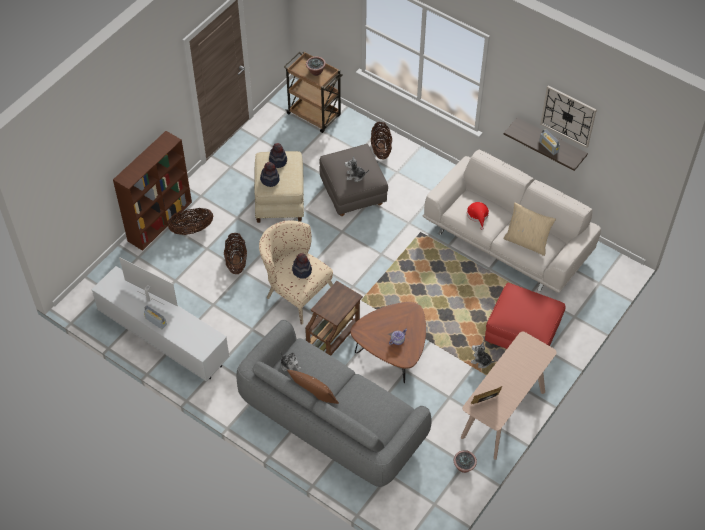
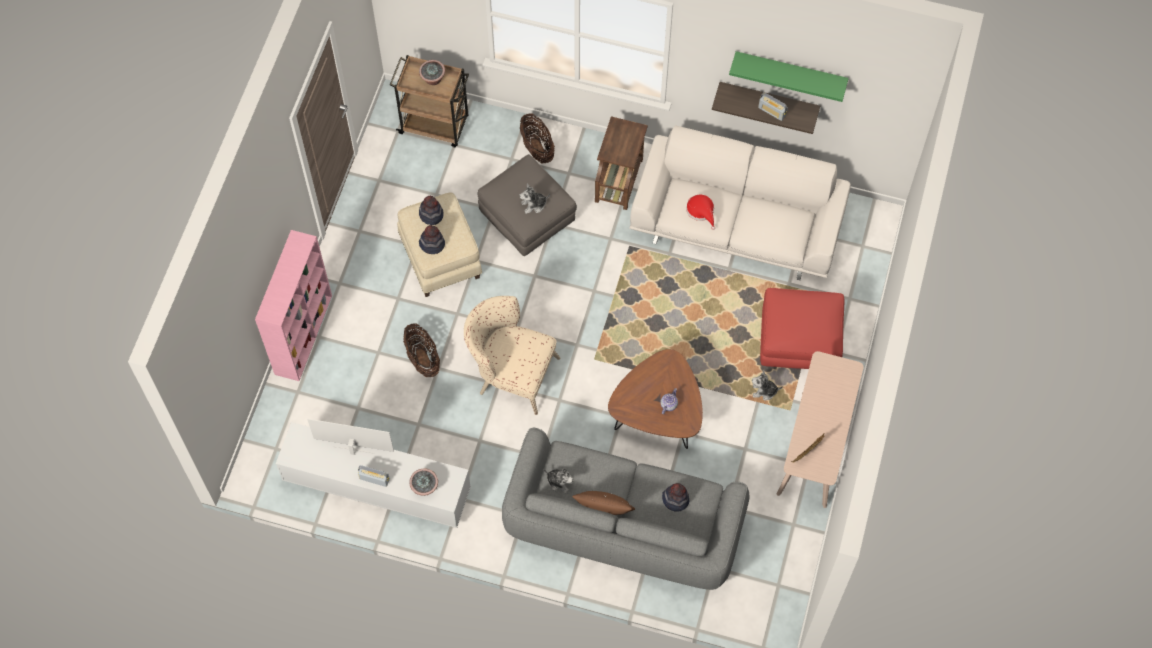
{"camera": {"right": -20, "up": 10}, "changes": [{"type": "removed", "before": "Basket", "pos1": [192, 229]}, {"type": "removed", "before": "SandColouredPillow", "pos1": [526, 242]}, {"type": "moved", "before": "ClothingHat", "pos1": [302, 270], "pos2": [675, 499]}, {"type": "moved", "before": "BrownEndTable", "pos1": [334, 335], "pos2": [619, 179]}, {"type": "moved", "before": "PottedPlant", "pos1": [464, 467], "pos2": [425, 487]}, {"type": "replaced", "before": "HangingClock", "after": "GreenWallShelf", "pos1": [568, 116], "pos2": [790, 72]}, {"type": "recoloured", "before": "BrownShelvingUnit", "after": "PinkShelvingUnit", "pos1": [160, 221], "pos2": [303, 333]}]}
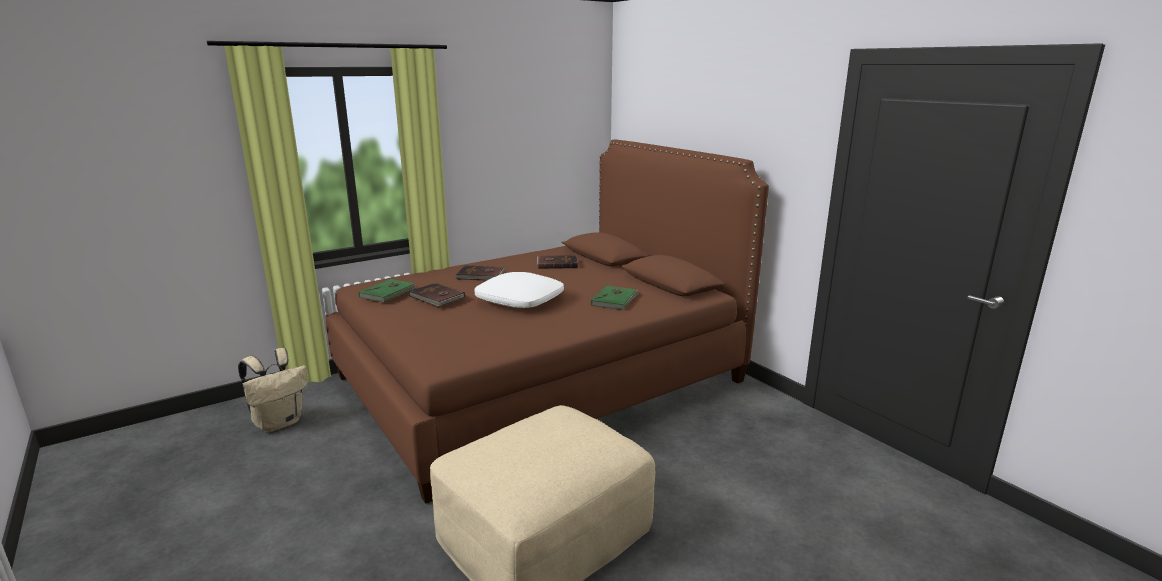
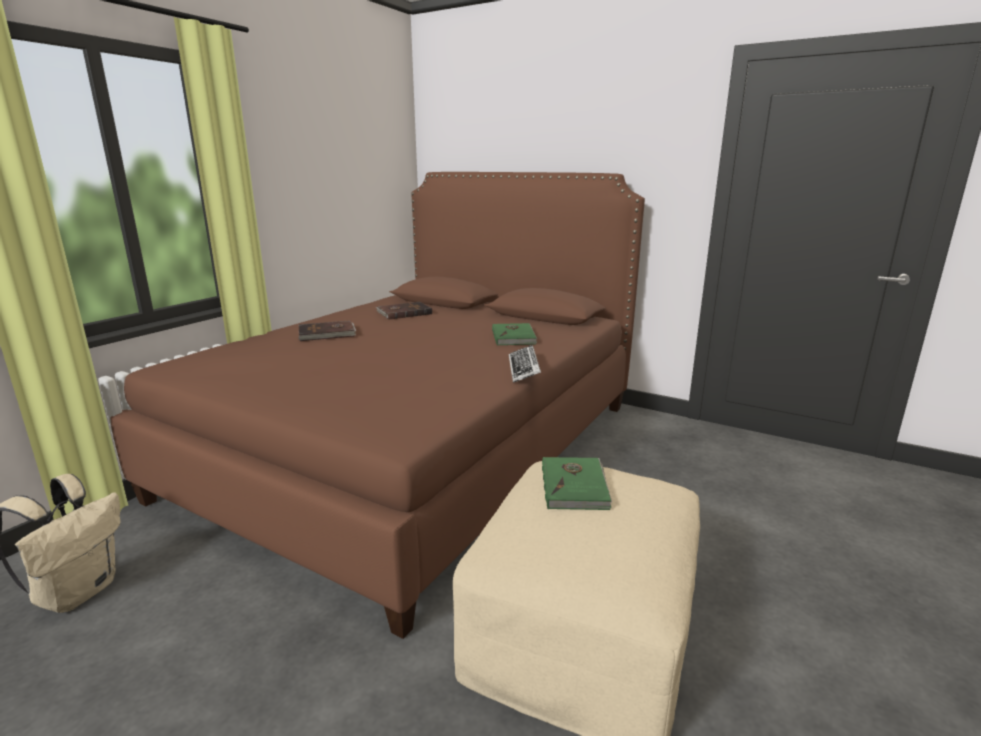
{"camera": {"right": -25, "up": 0}, "changes": [{"type": "removed", "before": "BrownBook", "pos1": [436, 297]}, {"type": "removed", "before": "WhitishPillow", "pos1": [520, 300]}, {"type": "added", "after": "ComputerKeyboard", "pos2": [524, 368]}, {"type": "moved", "before": "GreenBook", "pos1": [388, 293], "pos2": [575, 486]}]}
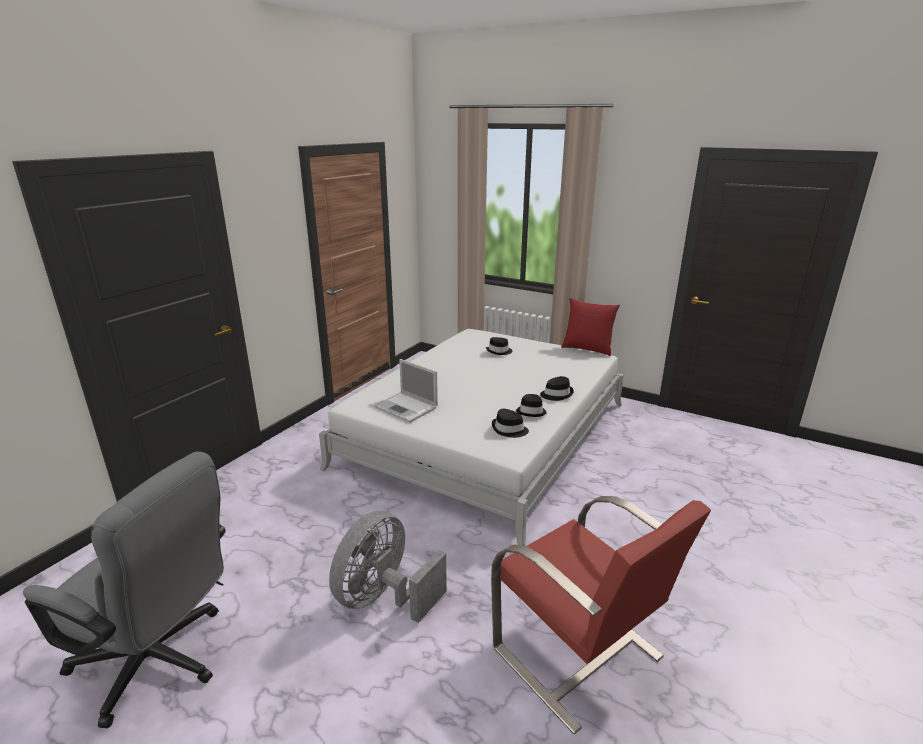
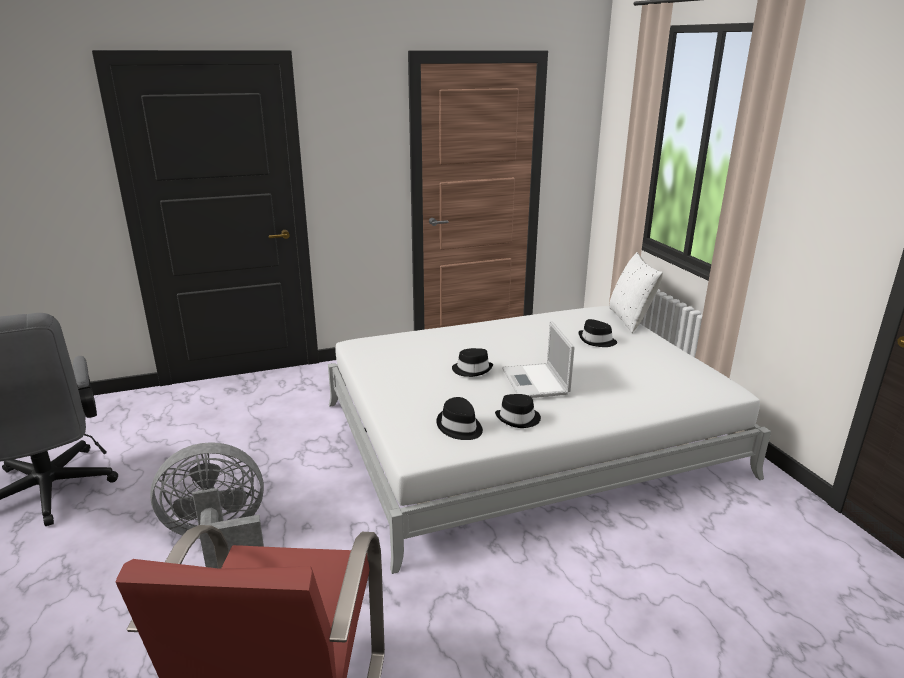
{"camera": {"right": 40, "up": 0}, "changes": [{"type": "removed", "before": "RedColouredPillow", "pos1": [587, 349]}, {"type": "added", "after": "WhitishPillow", "pos2": [630, 320]}, {"type": "moved", "before": "Laptop", "pos1": [407, 407], "pos2": [536, 382]}, {"type": "moved", "before": "BlackishClothingHat", "pos1": [556, 394], "pos2": [472, 369]}]}
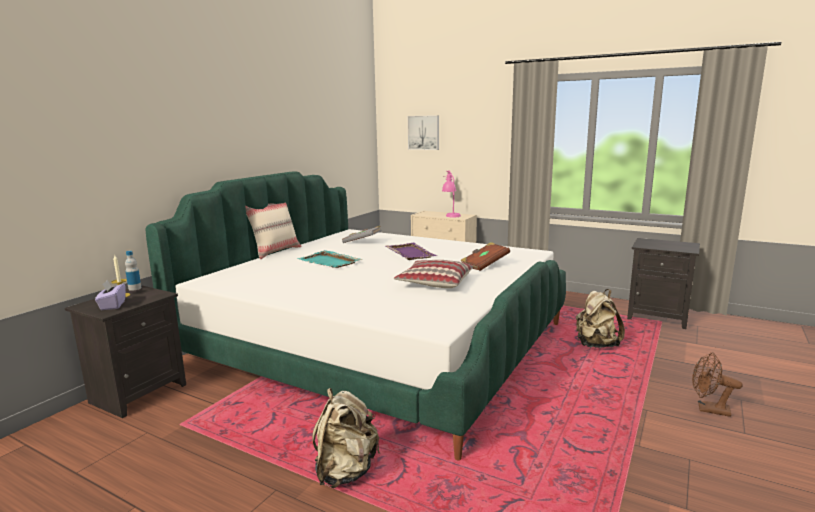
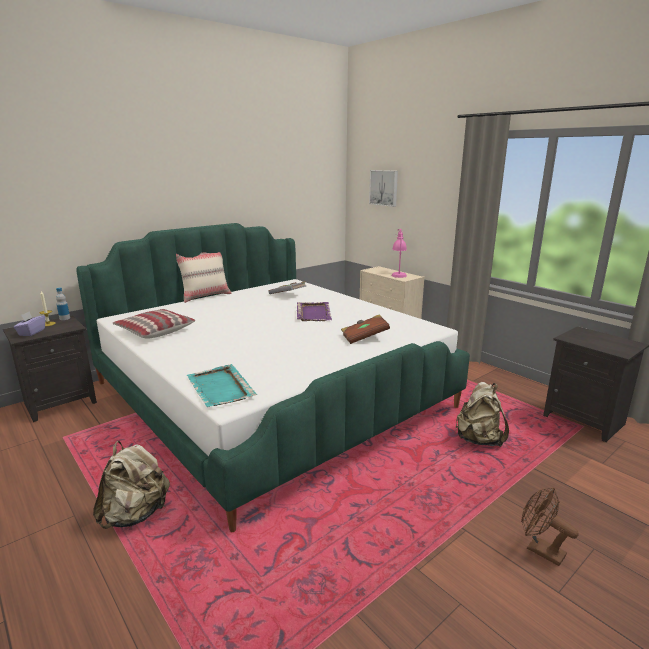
{"camera": {"right": 20, "up": 5}, "changes": [{"type": "moved", "before": "TurquoiseTray", "pos1": [330, 262], "pos2": [220, 388]}, {"type": "moved", "before": "Pillow", "pos1": [434, 282], "pos2": [155, 331]}]}
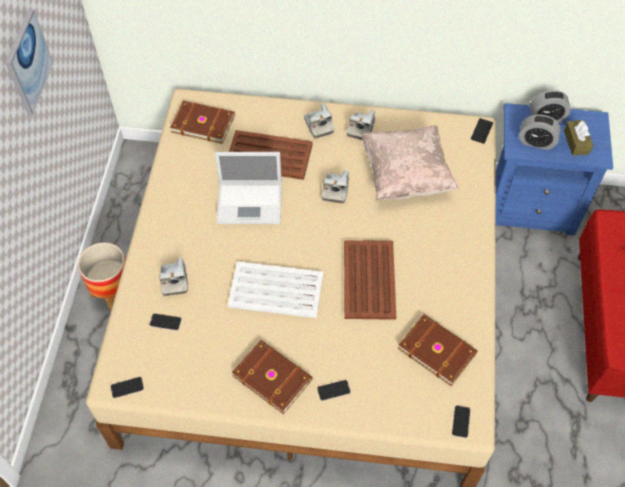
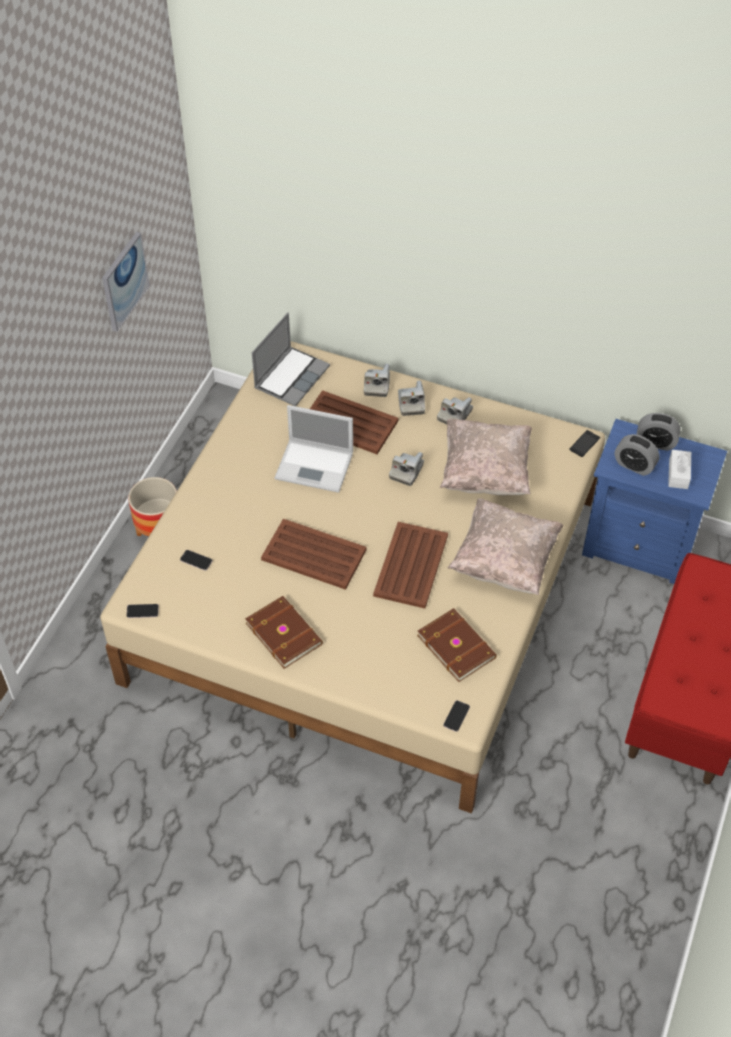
{"camera": {"right": 15, "up": -5}, "changes": [{"type": "removed", "before": "Phone", "pos1": [333, 390]}, {"type": "added", "after": "SandColouredPillow", "pos2": [504, 561]}, {"type": "moved", "before": "PhotoCamera", "pos1": [174, 280], "pos2": [377, 385]}, {"type": "replaced", "before": "BrownBook", "after": "Laptop", "pos1": [203, 123], "pos2": [291, 377]}, {"type": "recoloured", "before": "WhitishTray", "after": "BrownTray", "pos1": [277, 290], "pos2": [314, 555]}, {"type": "recoloured", "before": "BrownTissueHolder", "after": "WhitishTissueHolder", "pos1": [576, 142], "pos2": [678, 474]}]}
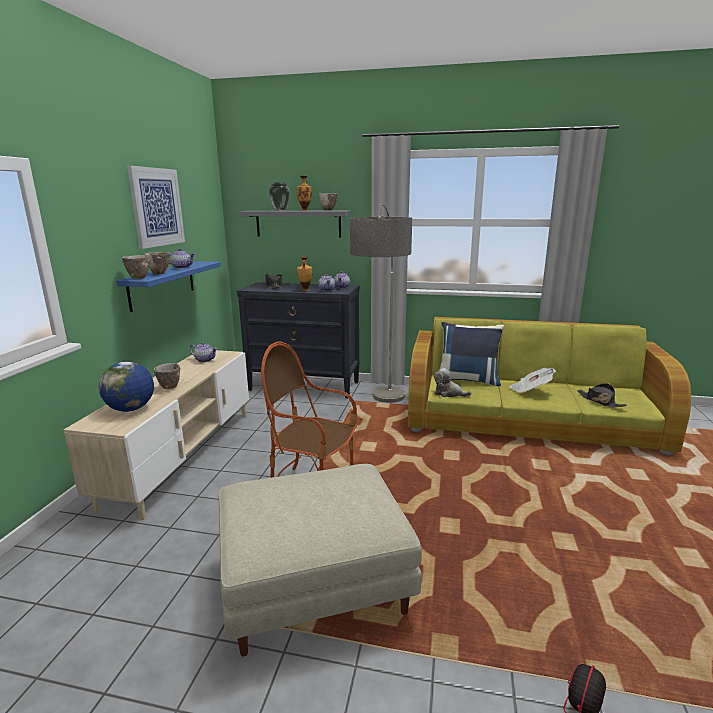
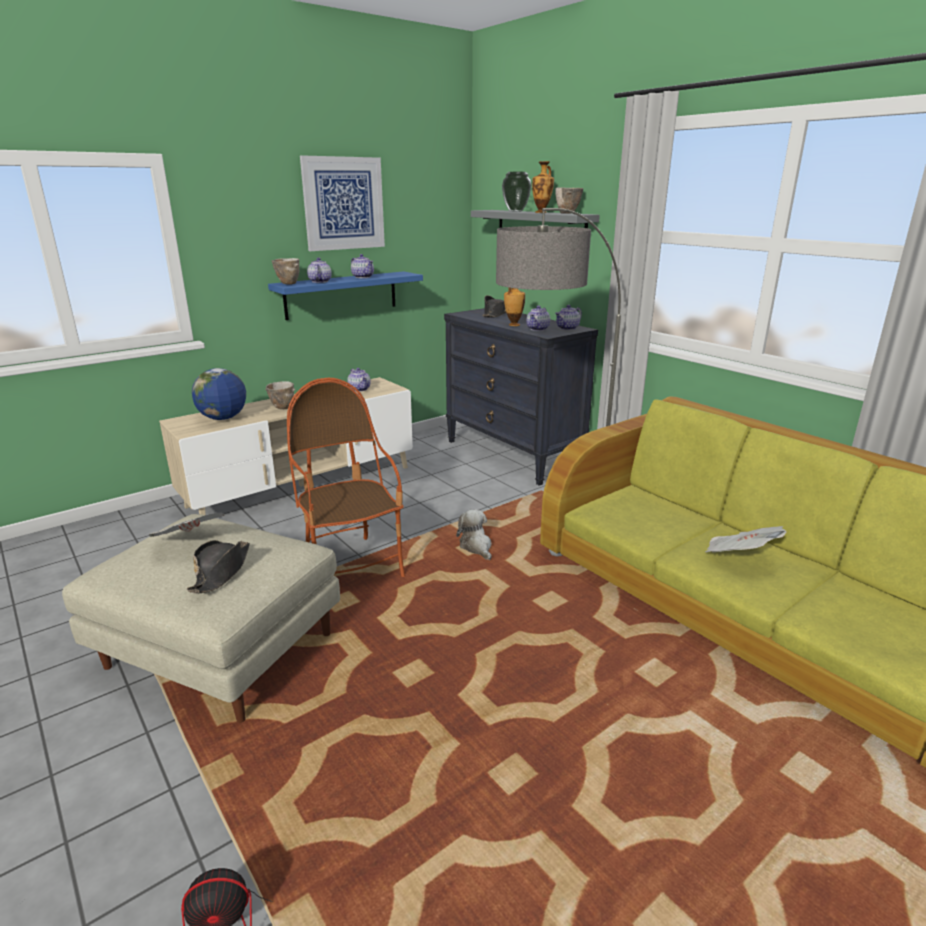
{"camera": {"right": 40, "up": 5}, "changes": [{"type": "removed", "before": "BlueColouredPillow", "pos1": [468, 379]}, {"type": "added", "after": "PrintedPaper", "pos2": [190, 542]}, {"type": "moved", "before": "SoftToy", "pos1": [449, 393], "pos2": [476, 547]}, {"type": "moved", "before": "BlackishClothingHat", "pos1": [599, 401], "pos2": [221, 572]}, {"type": "replaced", "before": "Bowl", "after": "PotForTea", "pos1": [159, 274], "pos2": [319, 281]}]}
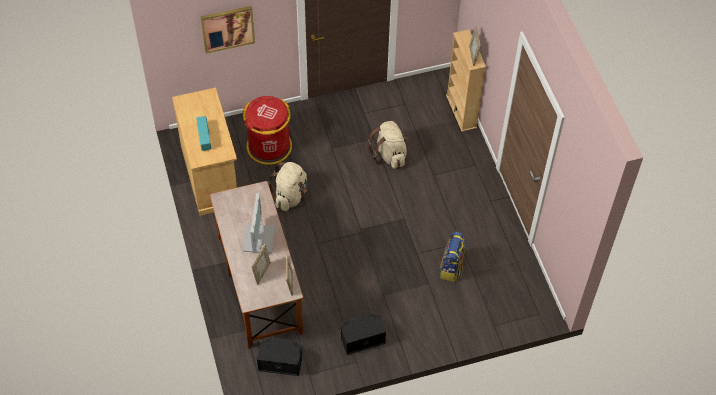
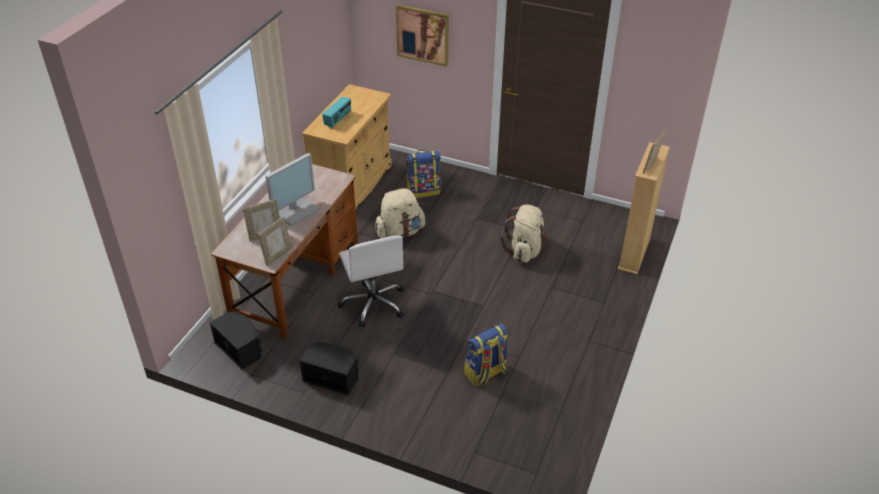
{"camera": {"right": 40, "up": -15}, "changes": [{"type": "added", "after": "WhitishDeskChair", "pos2": [373, 303]}, {"type": "replaced", "before": "RedColouredWasteBin", "after": "Rucksack", "pos1": [269, 147], "pos2": [423, 190]}]}
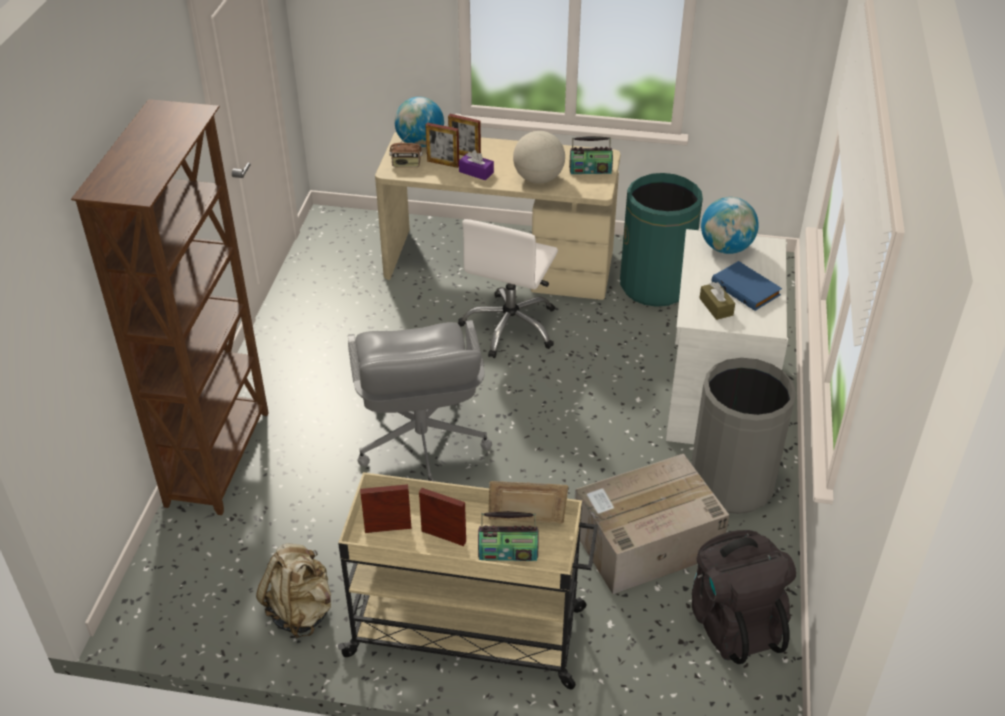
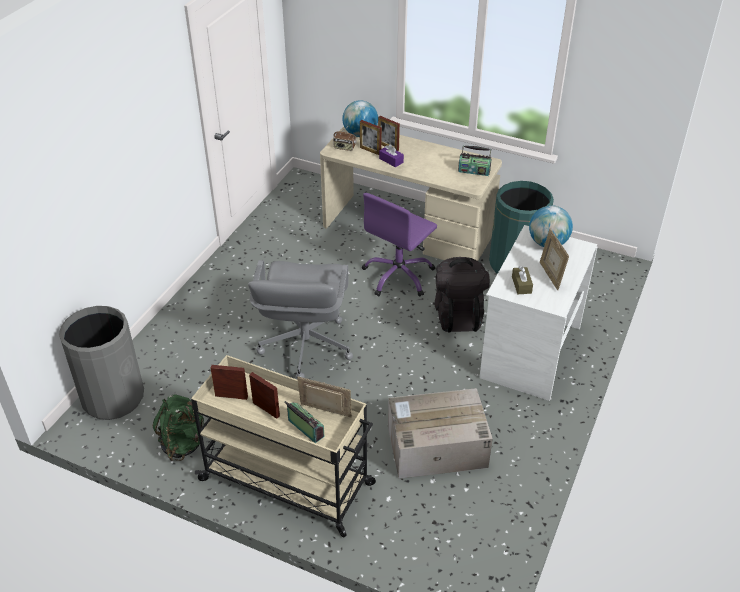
{"camera": {"right": 15, "up": 0}, "changes": [{"type": "removed", "before": "BrownShelvingUnit", "pos1": [220, 457]}, {"type": "removed", "before": "DeskGlobe", "pos1": [538, 179]}, {"type": "moved", "before": "GreyWasteBin", "pos1": [731, 483], "pos2": [113, 397]}, {"type": "moved", "before": "BlackishRucksack", "pos1": [733, 622], "pos2": [458, 315]}, {"type": "replaced", "before": "BlueColouredBook", "after": "PictureFrame", "pos1": [747, 288], "pos2": [550, 275]}, {"type": "recoloured", "before": "SandColouredRucksack", "after": "GreenRucksack", "pos1": [301, 611], "pos2": [183, 443]}, {"type": "recoloured", "before": "WhitishDeskChair", "after": "PurpleDeskChair", "pos1": [510, 327], "pos2": [398, 276]}, {"type": "turned", "before": "Radio", "pos1": [508, 552], "pos2": [305, 429], "turn": -150}]}
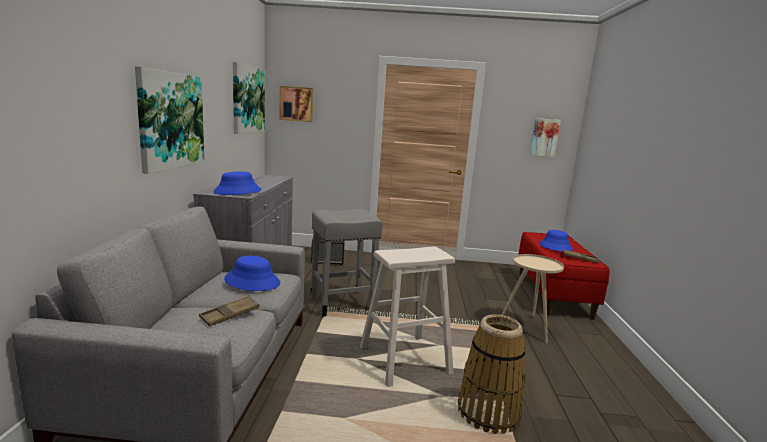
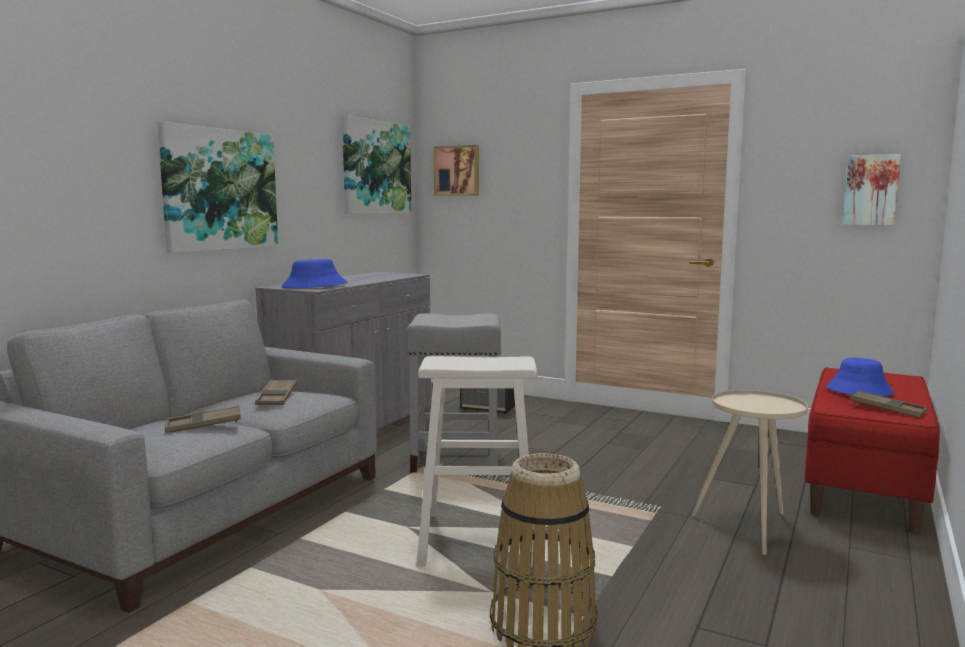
{"camera": {"right": 25, "up": -5}, "changes": [{"type": "replaced", "before": "BlueColouredClothingHat", "after": "BrownTray", "pos1": [252, 281], "pos2": [277, 397]}]}
